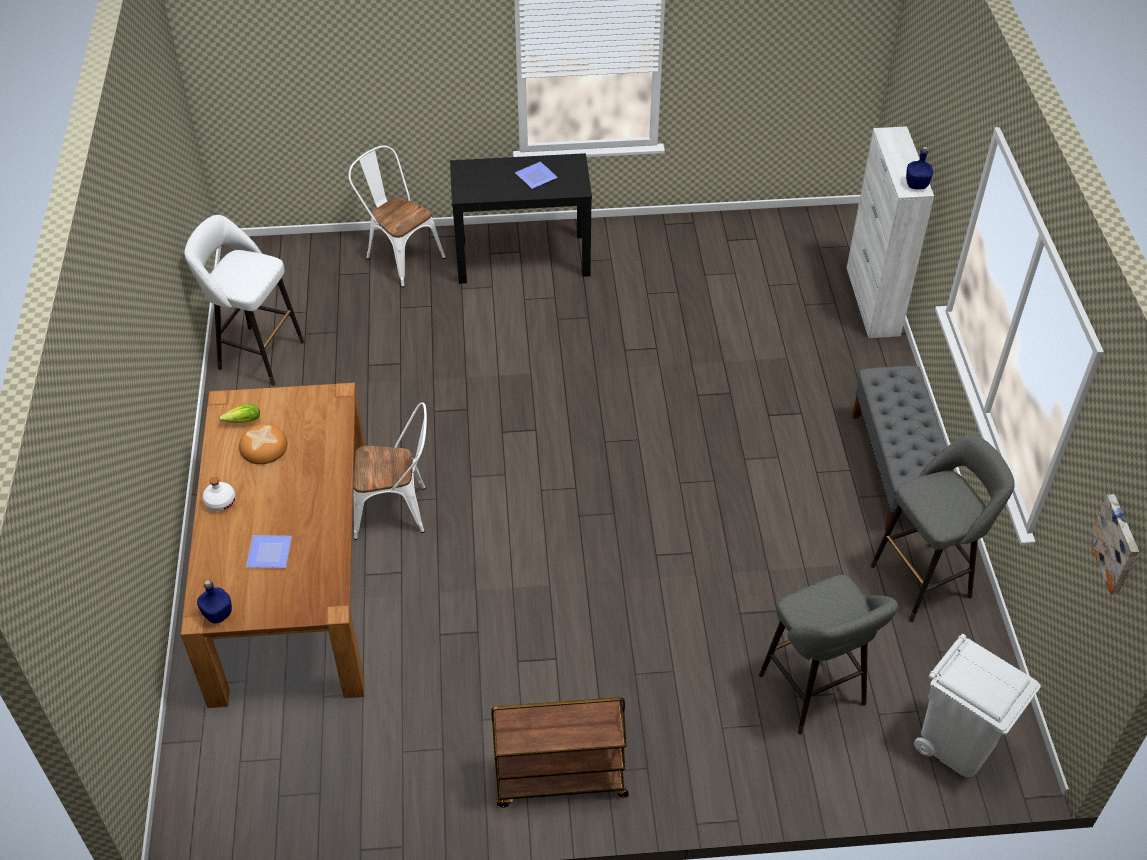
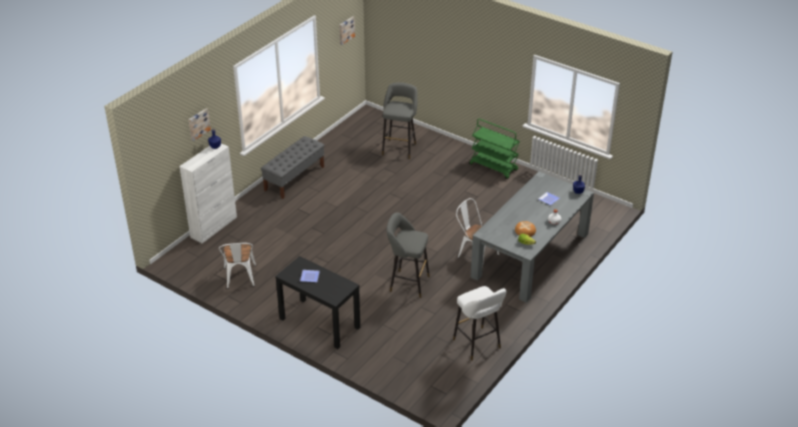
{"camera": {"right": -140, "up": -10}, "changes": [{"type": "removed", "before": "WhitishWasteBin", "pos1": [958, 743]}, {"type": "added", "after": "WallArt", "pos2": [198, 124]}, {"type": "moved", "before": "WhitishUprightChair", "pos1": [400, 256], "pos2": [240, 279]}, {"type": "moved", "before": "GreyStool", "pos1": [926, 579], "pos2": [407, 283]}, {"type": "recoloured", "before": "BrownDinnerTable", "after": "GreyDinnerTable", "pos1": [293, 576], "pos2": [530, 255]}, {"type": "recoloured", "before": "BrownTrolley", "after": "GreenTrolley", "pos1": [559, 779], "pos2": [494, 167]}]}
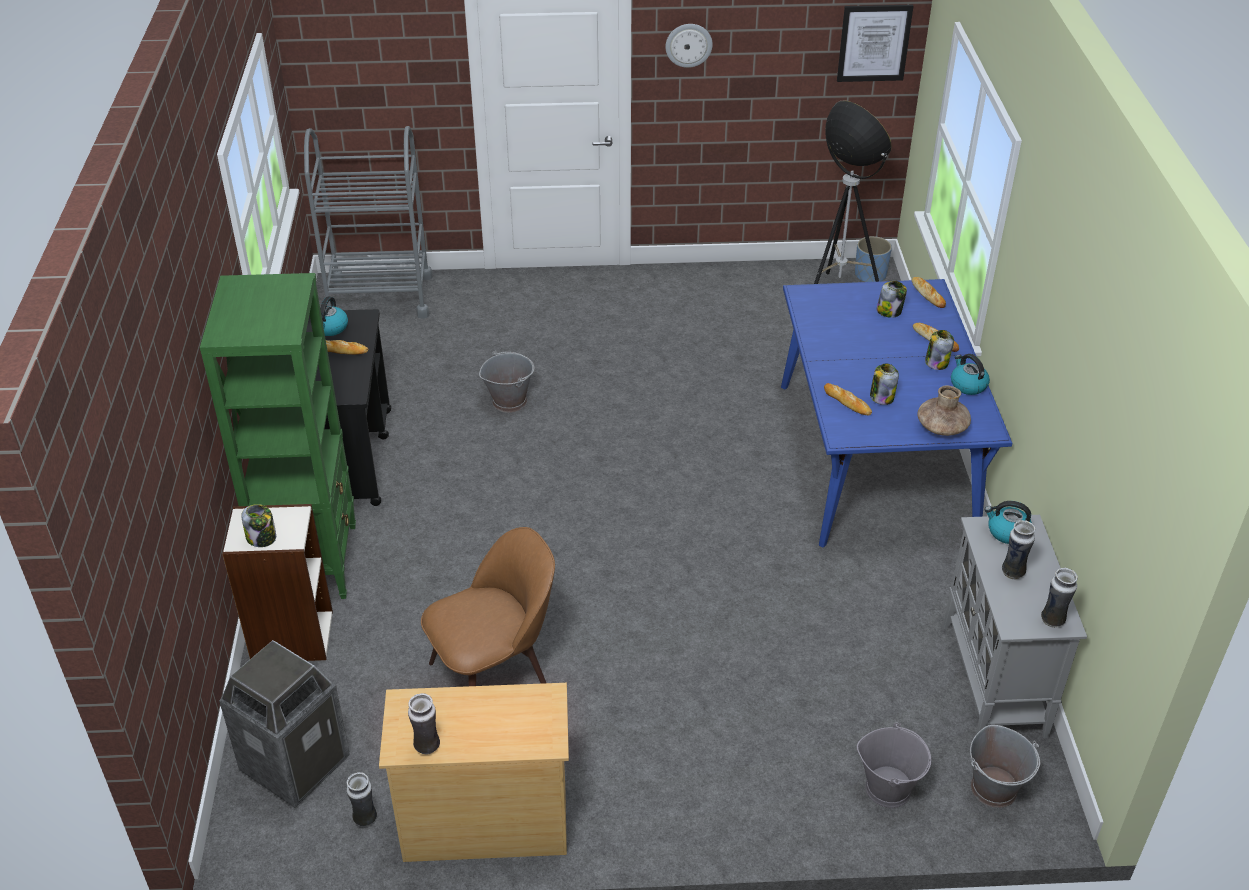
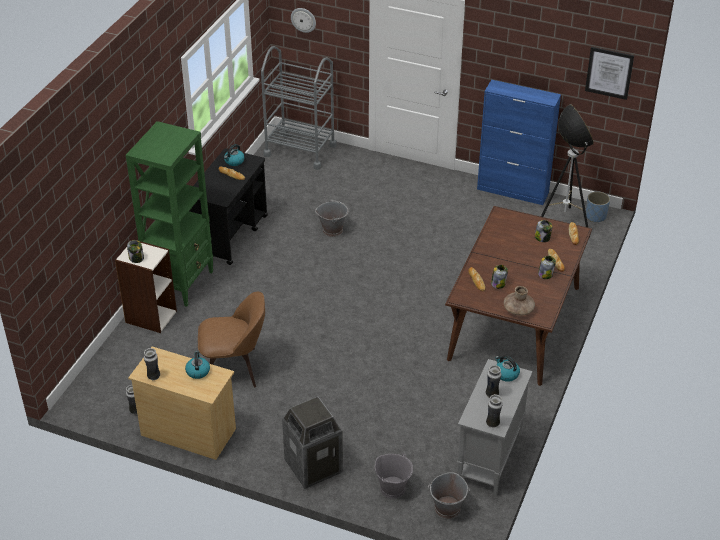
{"camera": {"right": 25, "up": 0}, "changes": [{"type": "added", "after": "BlueColouredStorageCabinet", "pos2": [513, 191]}, {"type": "moved", "before": "WasteBin", "pos1": [295, 764], "pos2": [313, 466]}, {"type": "moved", "before": "HangingClock", "pos1": [688, 45], "pos2": [303, 19]}, {"type": "moved", "before": "WaterKettle", "pos1": [967, 385], "pos2": [198, 371]}, {"type": "recoloured", "before": "BlueColouredDinnerTable", "after": "BrownDinnerTable", "pos1": [873, 457], "pos2": [514, 322]}]}
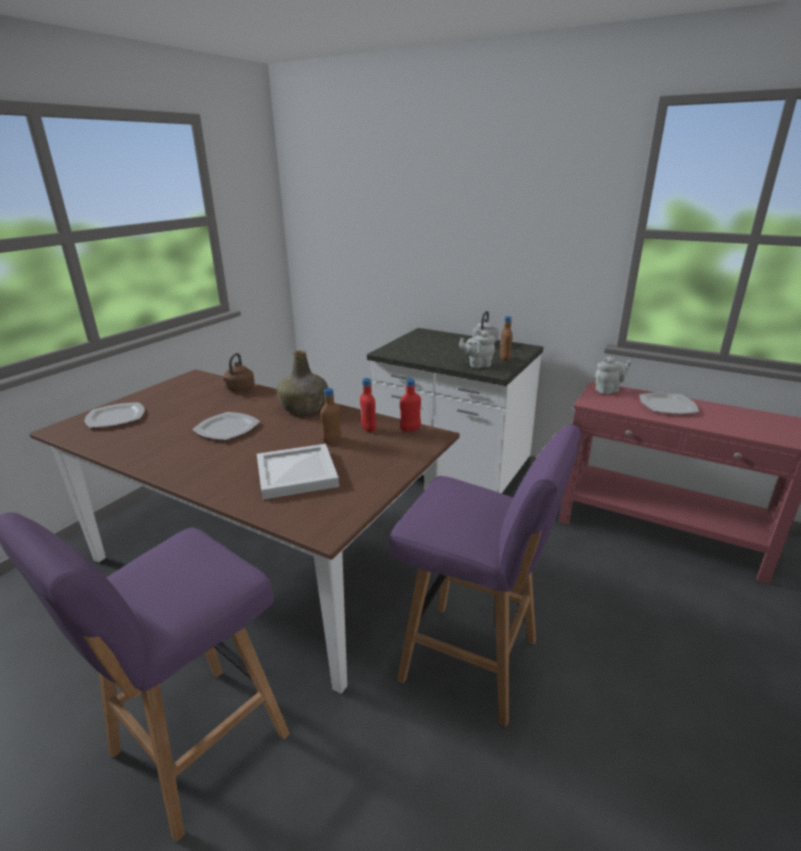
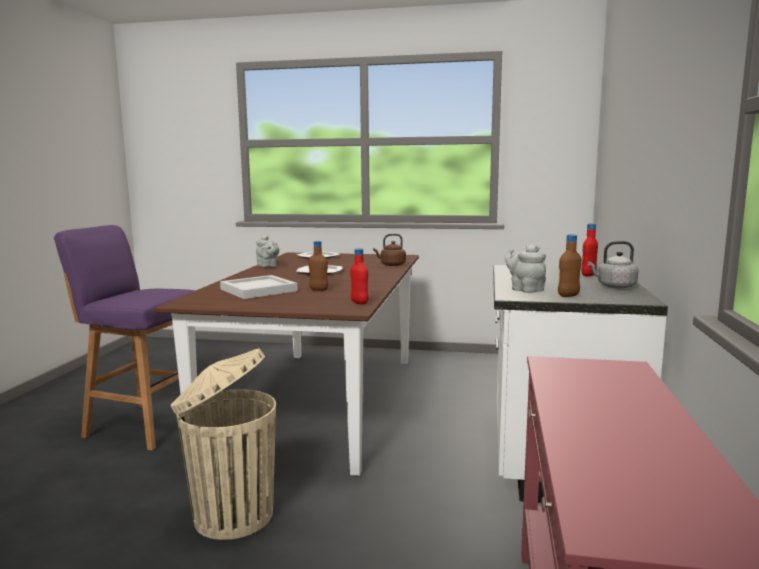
{"camera": {"right": 70, "up": -15}, "changes": [{"type": "removed", "before": "GreenDrinkBottle", "pos1": [304, 408]}, {"type": "removed", "before": "Plate", "pos1": [667, 405]}, {"type": "moved", "before": "RedColouredDrinkBottle", "pos1": [368, 429], "pos2": [588, 275]}, {"type": "moved", "before": "GreyPotForTea", "pos1": [608, 390], "pos2": [268, 266]}, {"type": "replaced", "before": "PurpleStool", "after": "SandColouredWasteBin", "pos1": [473, 661], "pos2": [231, 515]}]}
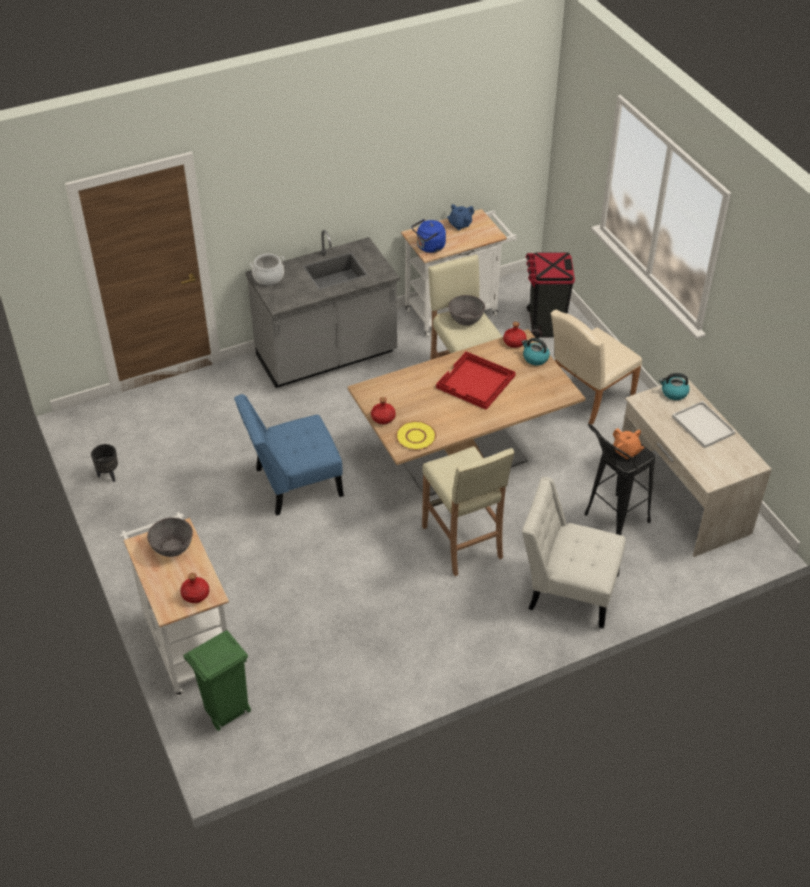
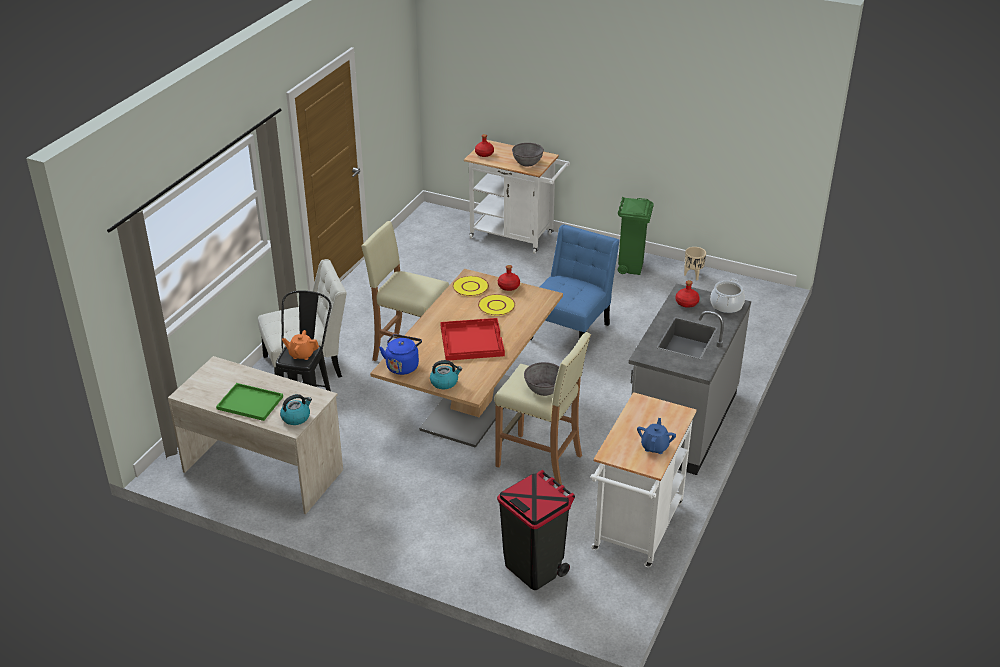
{"camera": {"right": 140, "up": -10}, "changes": [{"type": "removed", "before": "SandColouredUprightChair", "pos1": [587, 397]}, {"type": "added", "after": "YellowColouredPlate", "pos2": [496, 306]}, {"type": "moved", "before": "GreenWasteBin", "pos1": [226, 712], "pos2": [631, 267]}, {"type": "moved", "before": "BlueColouredWaterKettle", "pos1": [429, 247], "pos2": [403, 366]}, {"type": "moved", "before": "RedColouredDrinkBottle", "pos1": [514, 342], "pos2": [686, 303]}, {"type": "recoloured", "before": "BlackishPlantPot", "after": "SandColouredPlantPot", "pos1": [108, 475], "pos2": [693, 275]}, {"type": "recoloured", "before": "WhitishTray", "after": "GreenTray", "pos1": [702, 425], "pos2": [251, 403]}]}
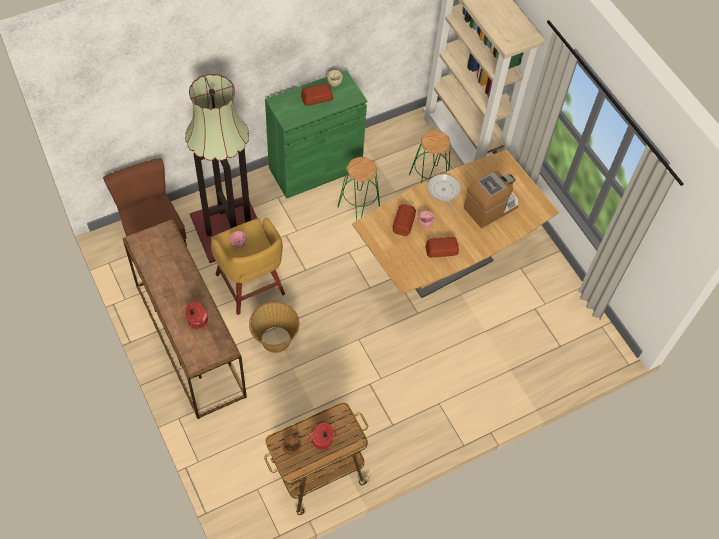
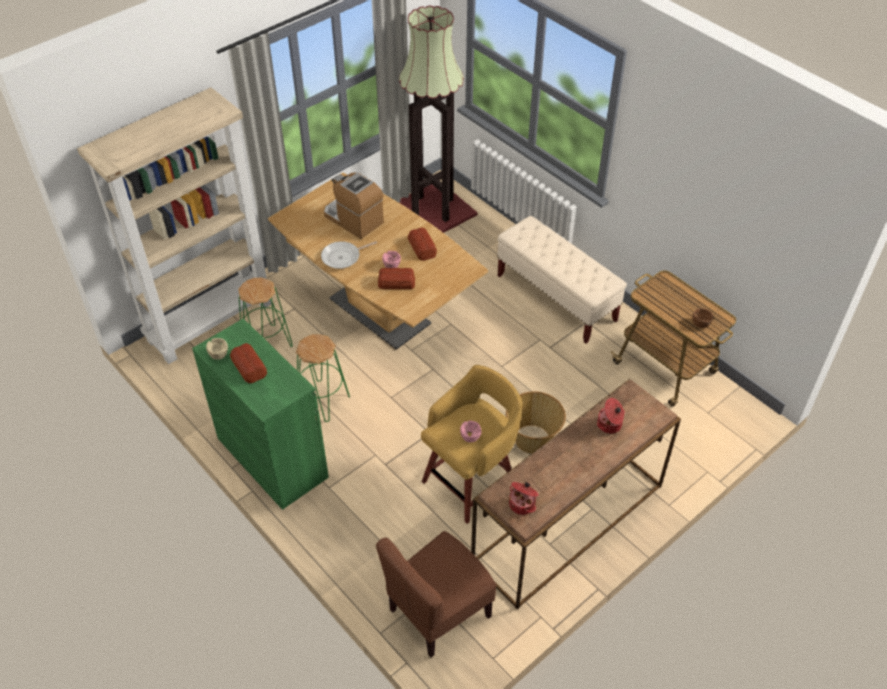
{"camera": {"right": -100, "up": -10}, "changes": [{"type": "added", "after": "SandColouredBench", "pos2": [556, 298]}, {"type": "moved", "before": "FloorLamp", "pos1": [227, 229], "pos2": [432, 212]}, {"type": "moved", "before": "CookingPot", "pos1": [322, 441], "pos2": [522, 504]}]}
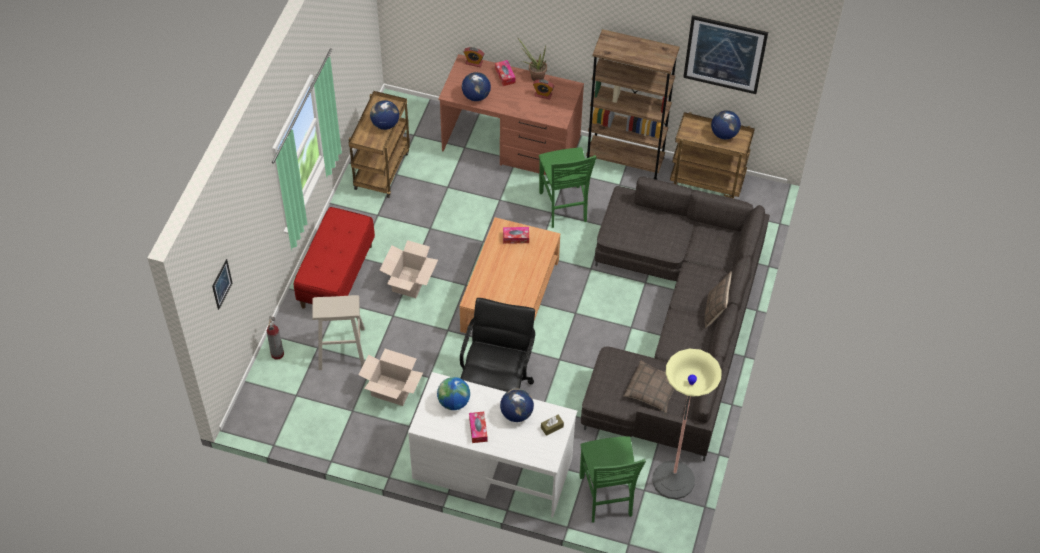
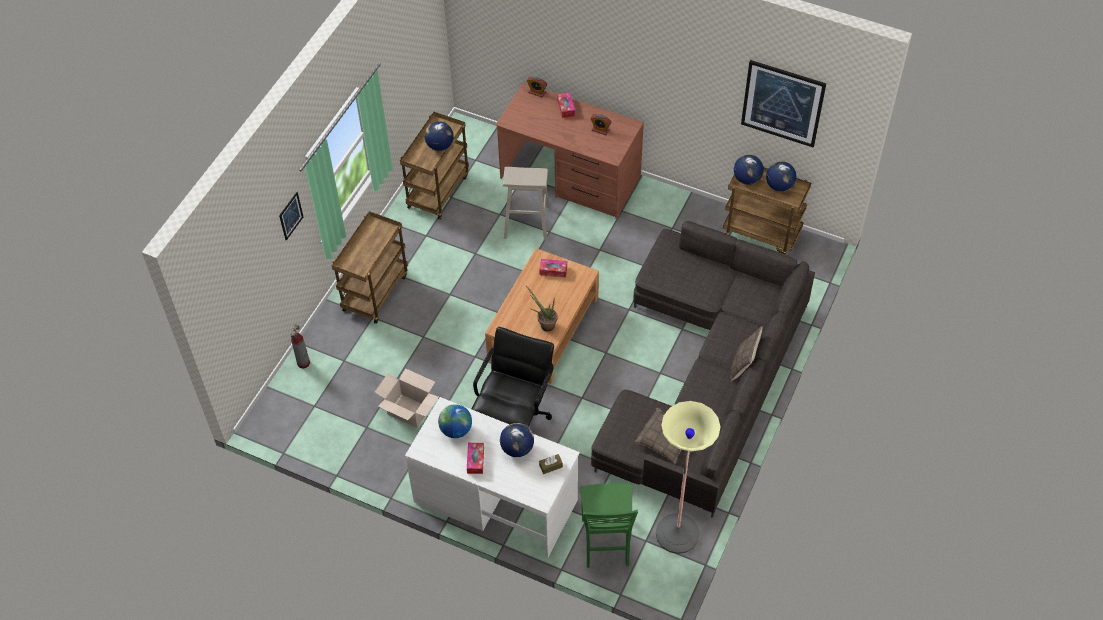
{"camera": {"right": 10, "up": 0}, "changes": [{"type": "removed", "before": "Carton", "pos1": [409, 282]}, {"type": "removed", "before": "GreenUprightChair", "pos1": [563, 207]}, {"type": "removed", "before": "BrownShelvingUnit", "pos1": [625, 160]}, {"type": "moved", "before": "WallArt", "pos1": [222, 284], "pos2": [291, 216]}, {"type": "moved", "before": "SandColouredStool", "pos1": [341, 348], "pos2": [527, 222]}, {"type": "moved", "before": "DeskGlobe", "pos1": [476, 96], "pos2": [747, 179]}, {"type": "moved", "before": "PottedPlant", "pos1": [534, 76], "pos2": [544, 324]}, {"type": "replaced", "before": "RedColouredBench", "after": "BrownTrolley", "pos1": [336, 276], "pos2": [375, 291]}]}
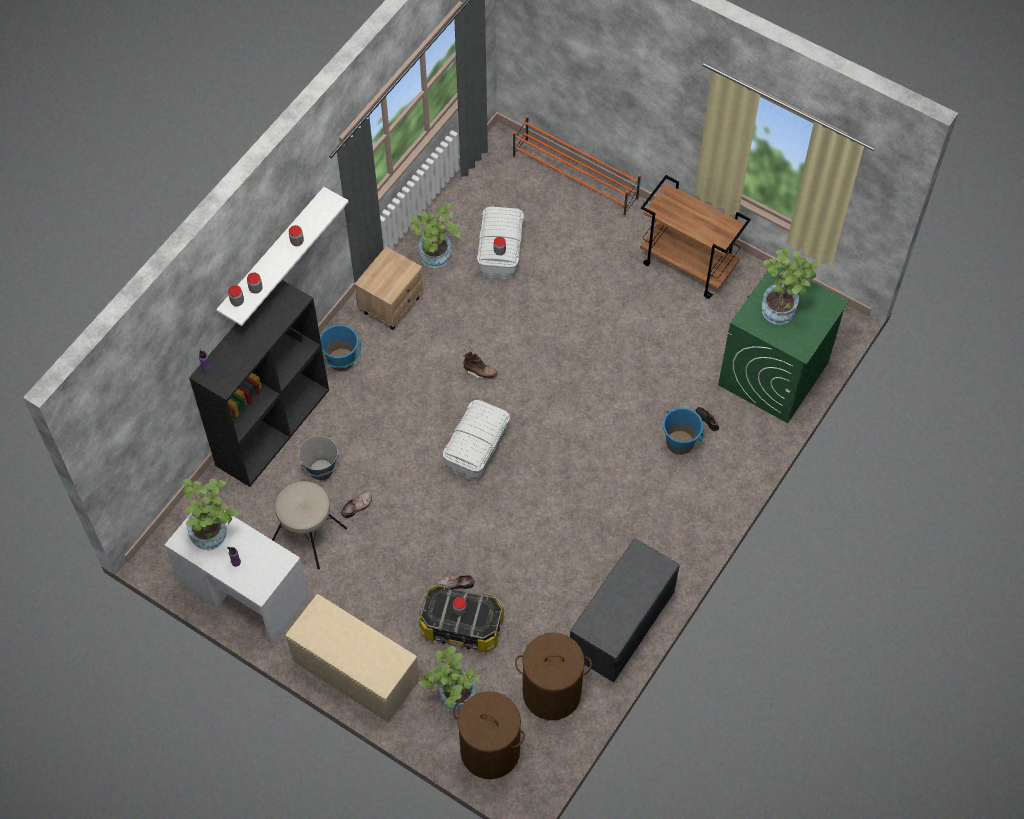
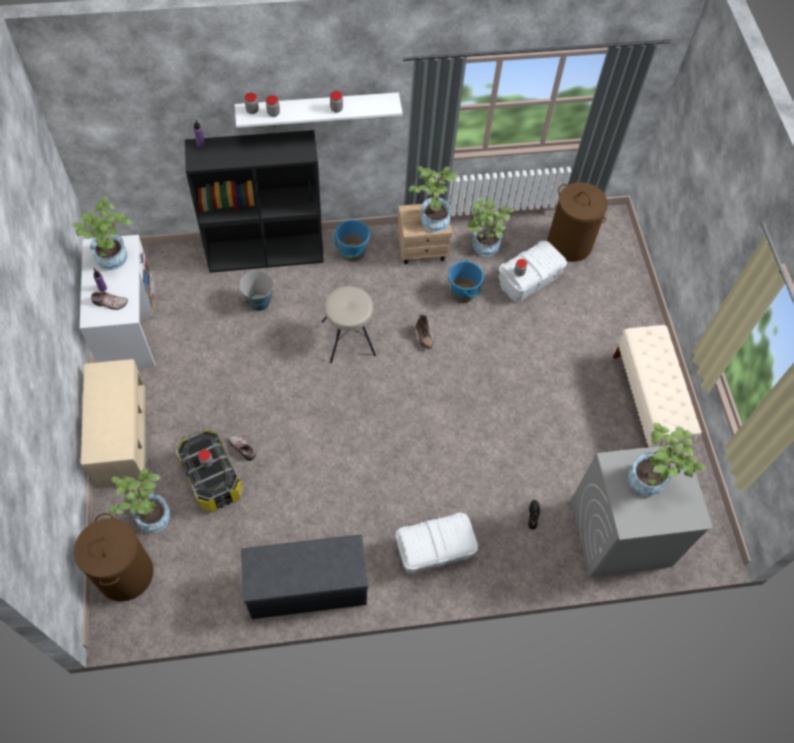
{"camera": {"right": 45, "up": 0}, "changes": [{"type": "removed", "before": "OrangeyShoeRack", "pos1": [575, 178]}, {"type": "added", "after": "PottedPlant", "pos2": [431, 218]}, {"type": "moved", "before": "SandColouredStool", "pos1": [308, 535], "pos2": [349, 337]}, {"type": "moved", "before": "Shoe", "pos1": [357, 506], "pos2": [110, 303]}, {"type": "moved", "before": "WhitishStorageBin", "pos1": [476, 449], "pos2": [434, 550]}, {"type": "moved", "before": "BrownWashingBasket", "pos1": [551, 693], "pos2": [569, 244]}, {"type": "moved", "before": "BlueColouredPail", "pos1": [680, 442], "pos2": [463, 293]}, {"type": "replaced", "before": "BrownTrolley", "after": "SandColouredBench", "pos1": [688, 265], "pos2": [647, 404]}, {"type": "recoloured", "before": "GreenWashingMachine", "after": "GreyWashingMachine", "pos1": [773, 374], "pos2": [620, 533]}]}
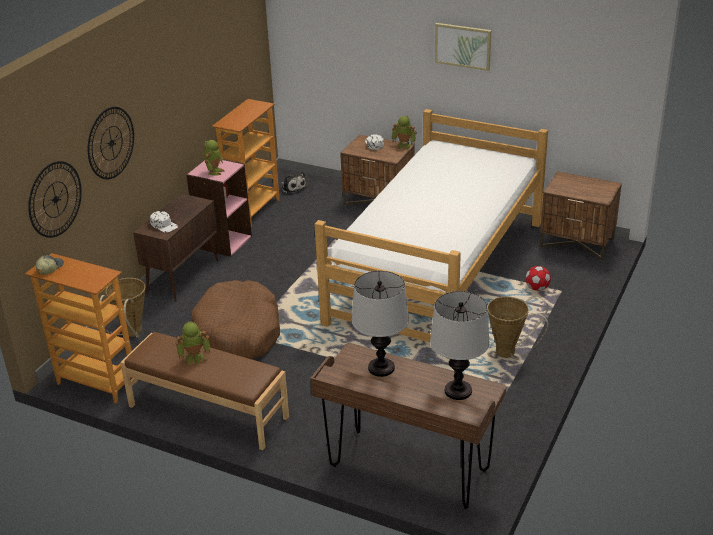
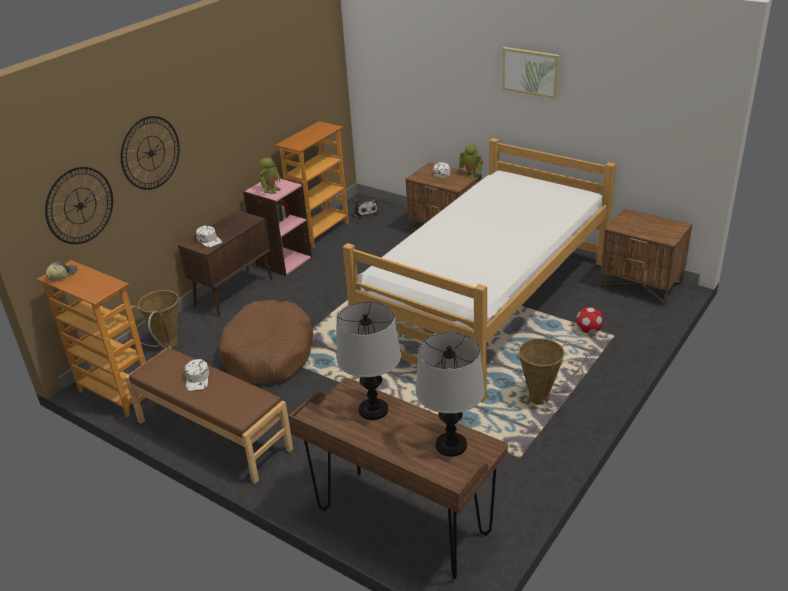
{"camera": {"right": 10, "up": 0}, "changes": [{"type": "replaced", "before": "ToyRobot", "after": "WhitishBaseballCap", "pos1": [195, 358], "pos2": [197, 379]}]}
